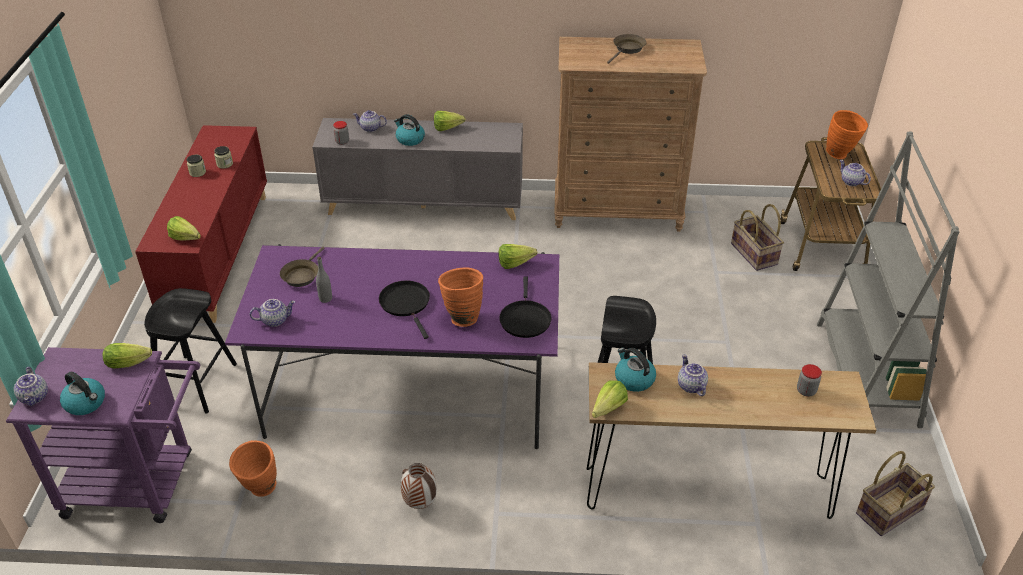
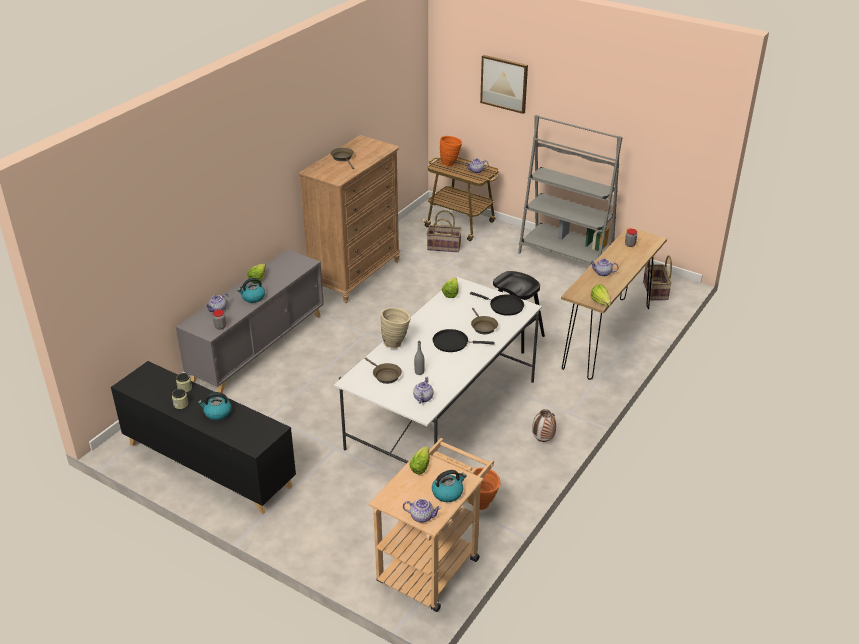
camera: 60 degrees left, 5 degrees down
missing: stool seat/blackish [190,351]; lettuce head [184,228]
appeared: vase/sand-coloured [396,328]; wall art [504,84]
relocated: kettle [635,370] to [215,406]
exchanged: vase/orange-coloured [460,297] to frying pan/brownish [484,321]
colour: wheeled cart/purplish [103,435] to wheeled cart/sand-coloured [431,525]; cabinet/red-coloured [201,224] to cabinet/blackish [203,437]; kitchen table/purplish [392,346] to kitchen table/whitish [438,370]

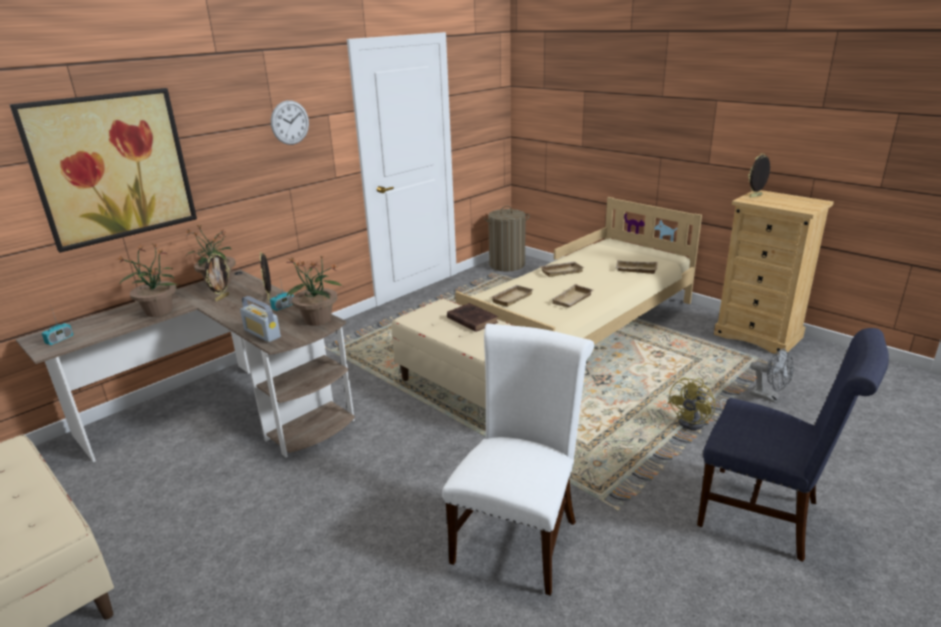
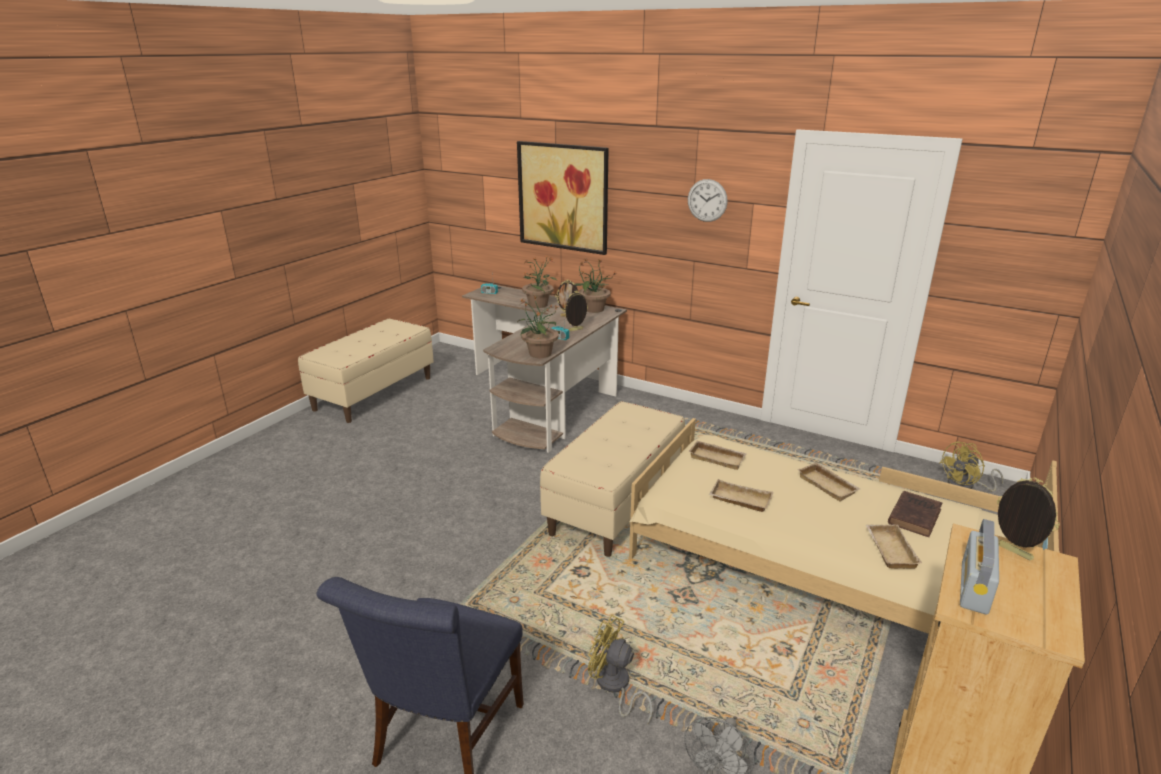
camera: 75 degrees right, 0 degrees up
missing: plain chair/whitish [518,460]
relocated: radio [260,319] to [979,567]; book/brownish [472,317] to [915,514]
exchanged: hamper [506,239] to fan/yellowish [971,466]

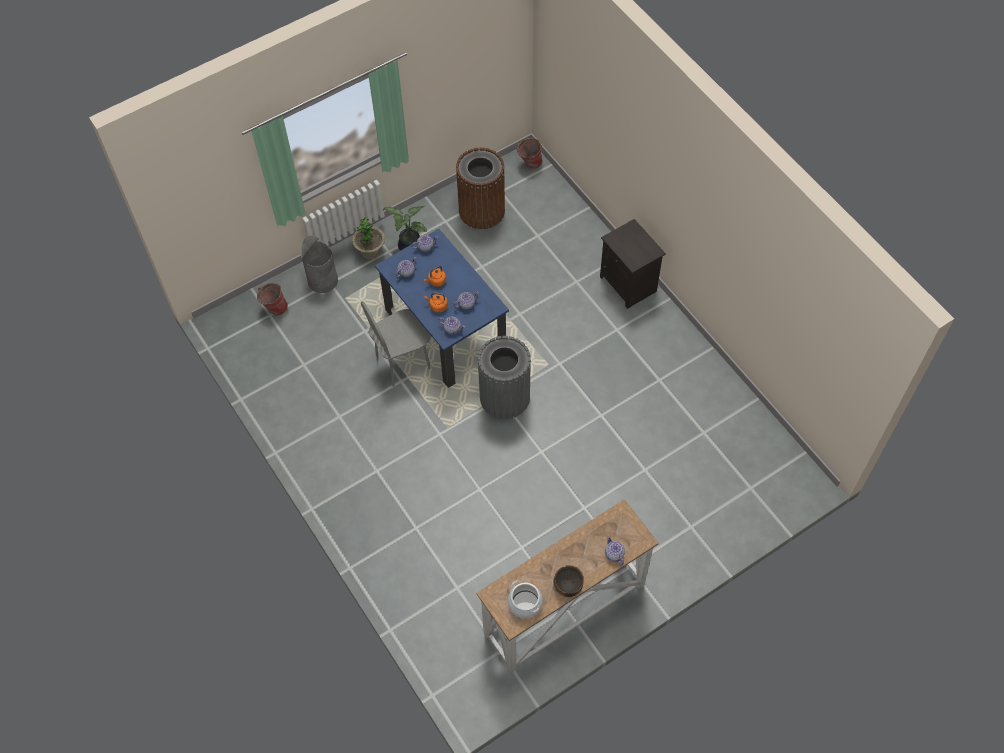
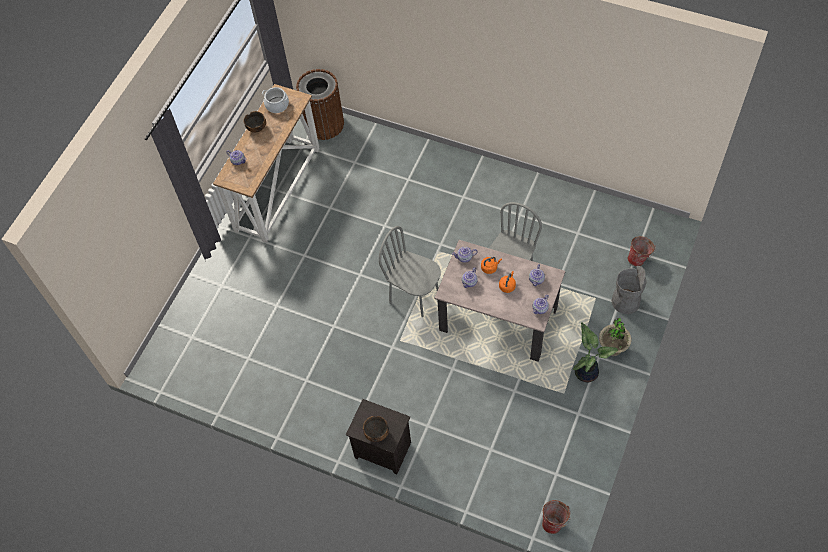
camera: 150 degrees right, 0 degrees up
appeared: bowl [376,429]
relocated: waste bin/brownish [480,188] to [320,104]
exchanged: waste bin/gray [504,377] to plain chair/gray [410,271]
colour: kitchen table/blue-coloured [442,308] to kitchen table/sand-coloured [500,301]

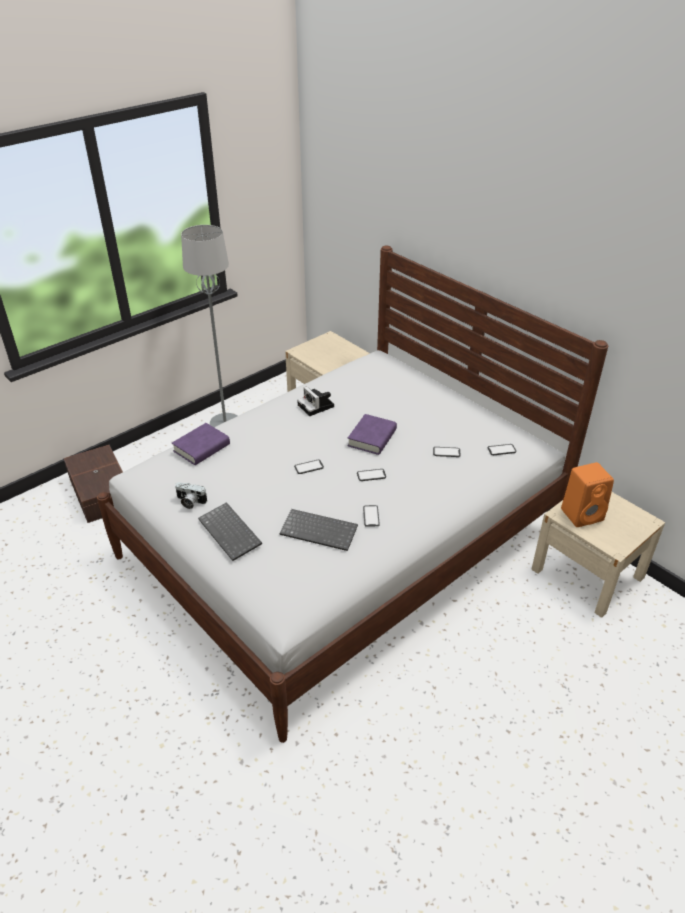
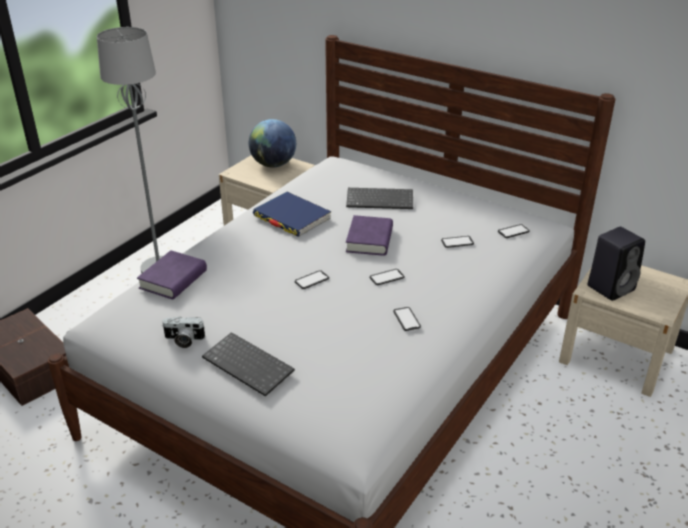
camera: 15 degrees left, 5 degrees down
appeared: globe [272,143]
relocated: keyboard [319,530] to [379,198]
exchanged: photo camera [315,401] to book/blue-coloured [292,214]
colour: speaker/orange-coloured [587,494] to speaker/blackish [616,264]

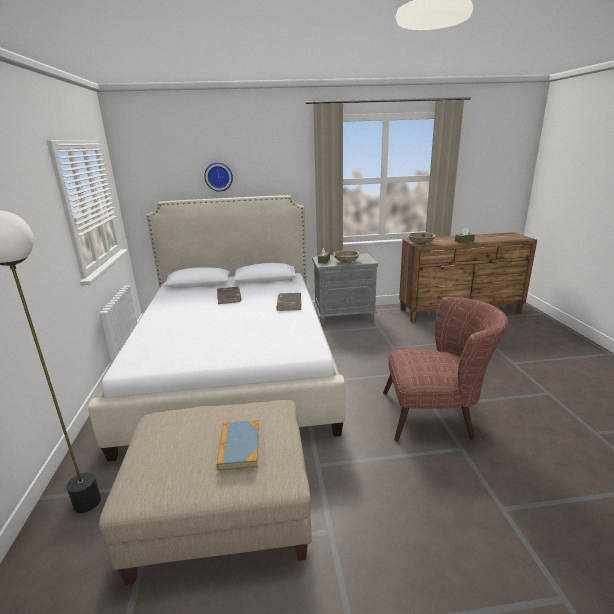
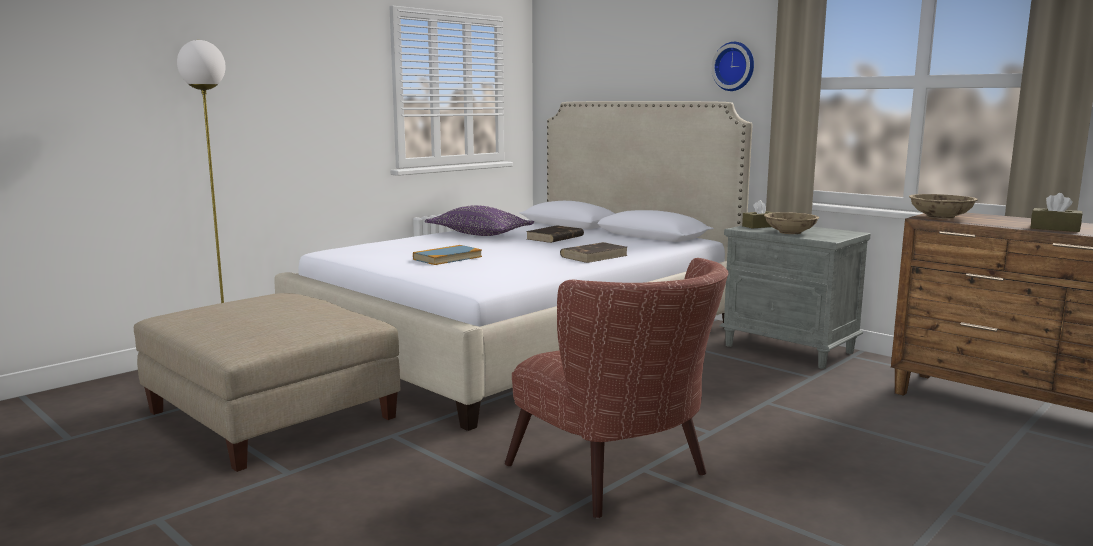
camera: 50 degrees right, 10 degrees down
appeared: pillow/purplish [479,220]
relocated: hanging clock [218,177] to [732,66]; book [238,445] to [447,255]

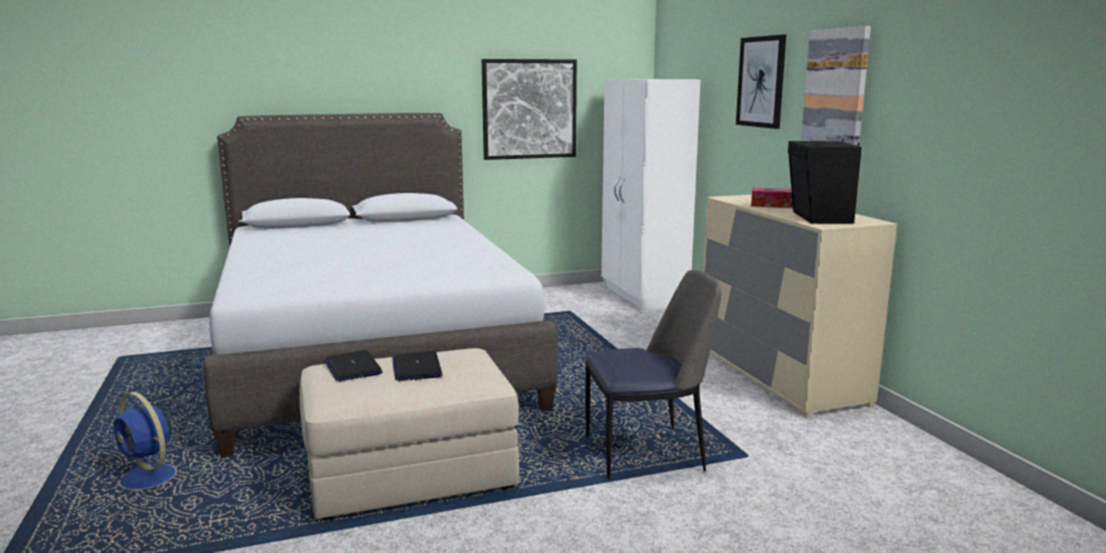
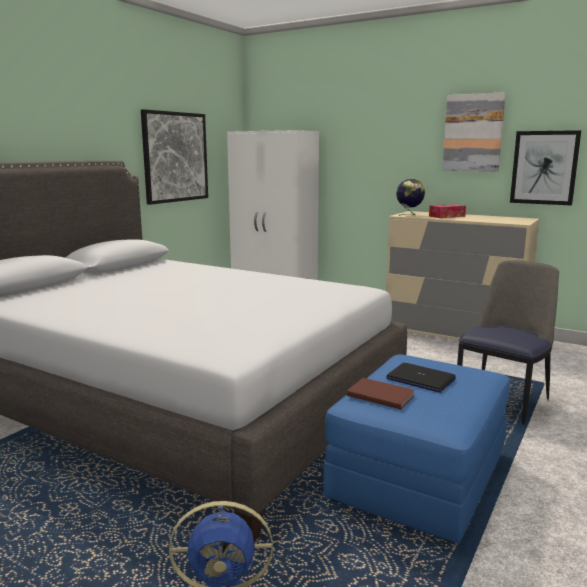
camera: 40 degrees left, 0 degrees up
missing: speaker/blackish [825,181]
appeared: globe [410,197]
relocated: wall art [761,82] to [545,167]
exchanged: notebook computer [353,366] to book/brownish [381,393]
colour: pouffe/sand-coloured [409,434] to pouffe/blue-coloured [416,449]

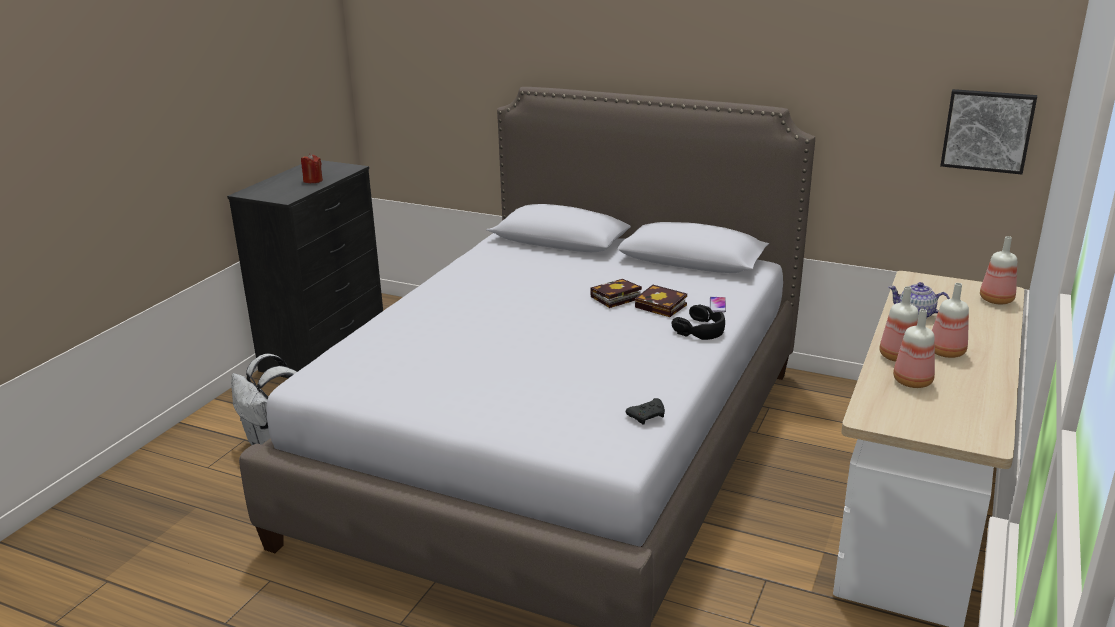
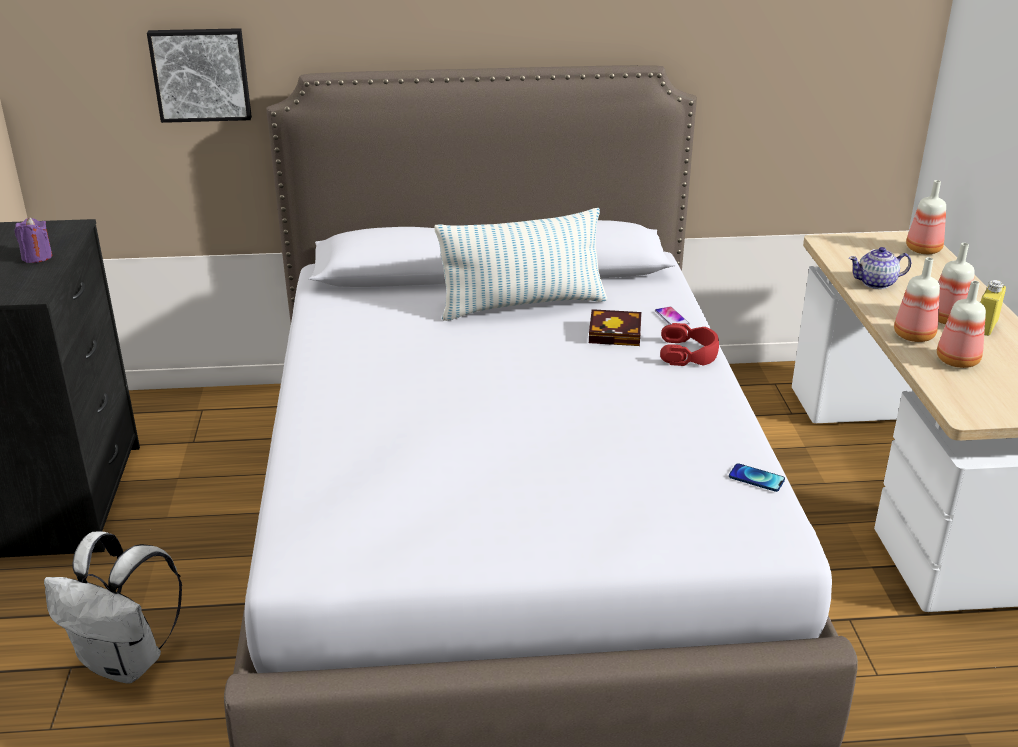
camera: 30 degrees left, 5 degrees up
missing: book [616,293]
appeared: pillow [520,264]; bottle/yellowish [993,308]
relocated: wall art [988,132] to [199,75]
exchanged: game controller/blackish [645,411] to telephone [757,477]
colour: wax candle/red-coloured [312,168] to wax candle/purplish [33,240]; pair of headphones/blackish [698,322] to pair of headphones/red-coloured [689,344]

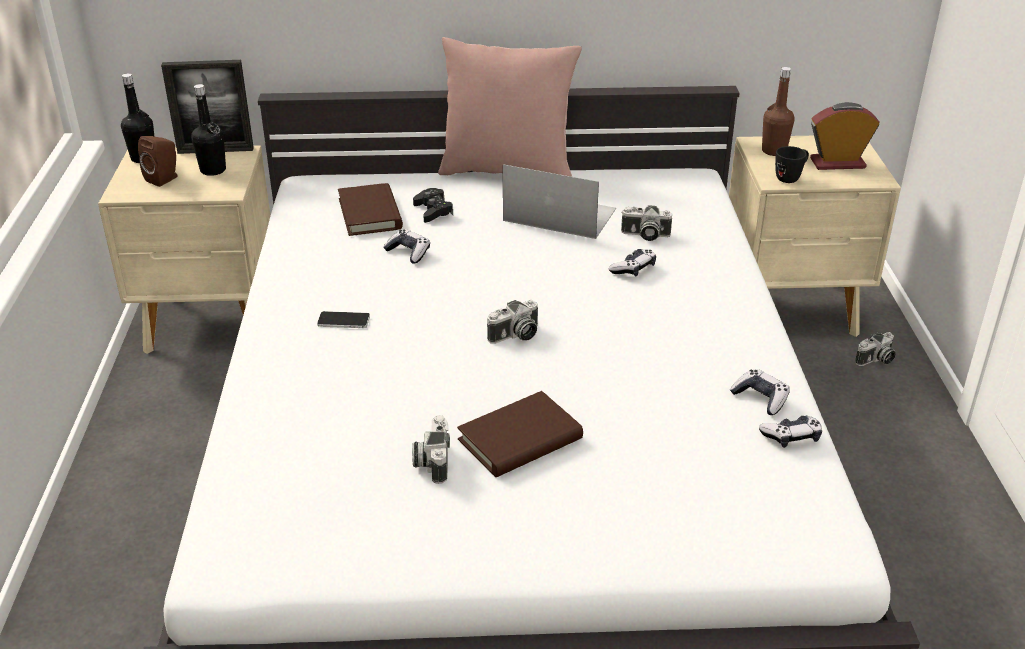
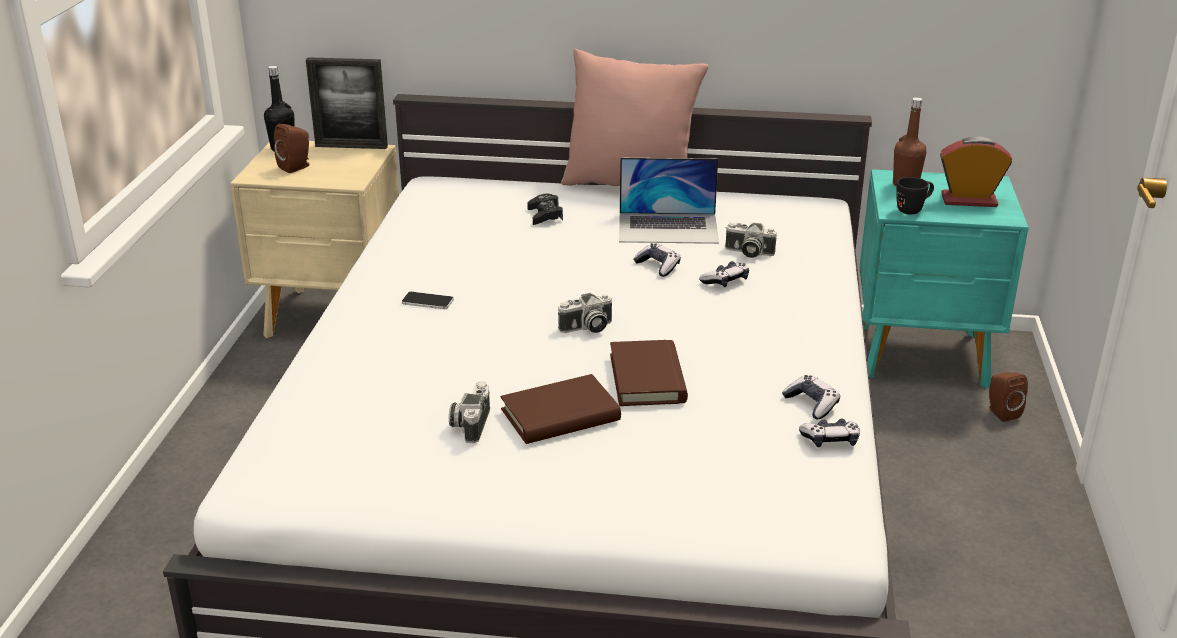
camera: 10 degrees right, 5 degrees down
missing: bottle/blackish [208,130]
relocated: book/brownish [370,209] to [649,373]; game controller [406,246] to [657,260]
exchanged: photo camera [875,349] to speaker/brownish [1008,397]
colour: night table/sand-coloured [815,236] to night table/blue-green [944,279]
spun: notebook computer [559,201] = [669,201] 150 degrees clockwise

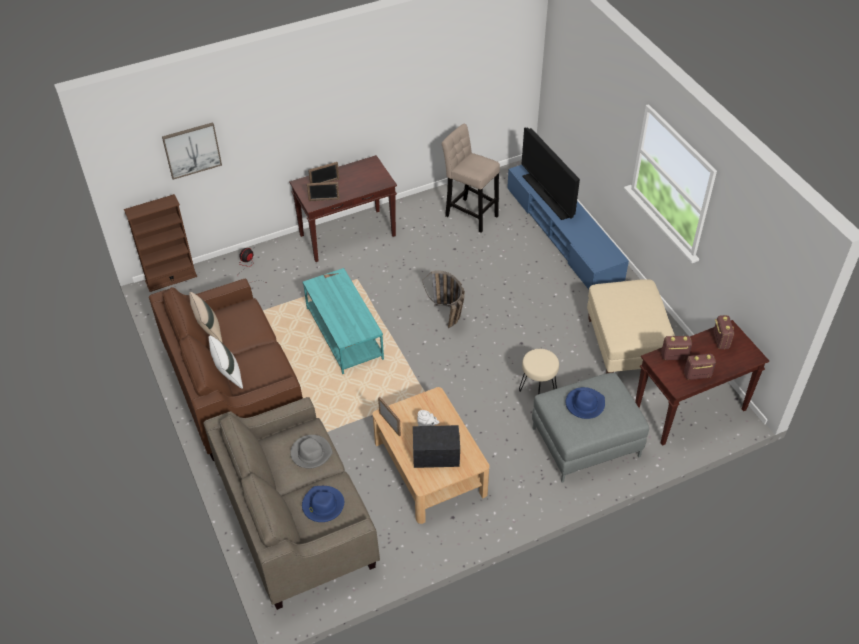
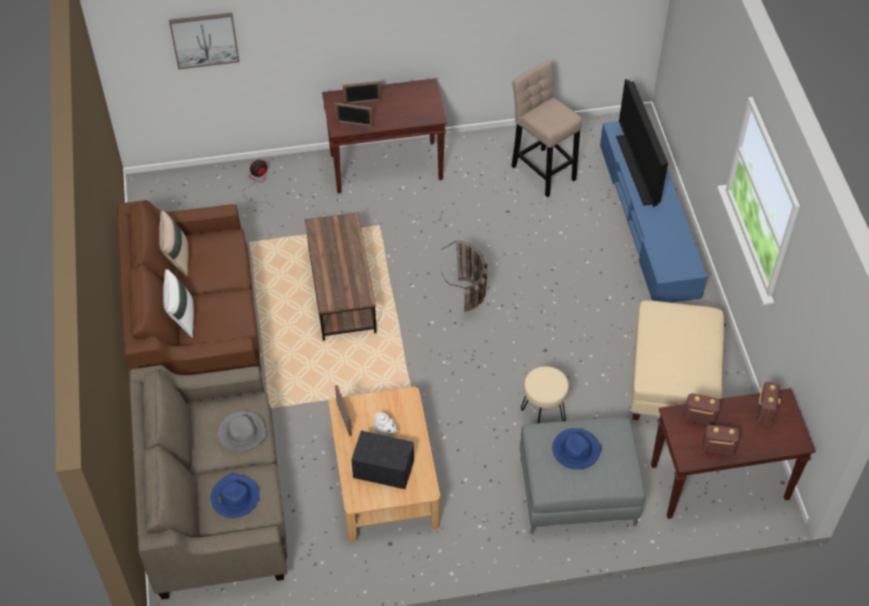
camera: 15 degrees right, 5 degrees up
missing: bookshelf/brownish [160,243]
colour: low table/blue-green [343,321] to low table/brownish [341,276]

